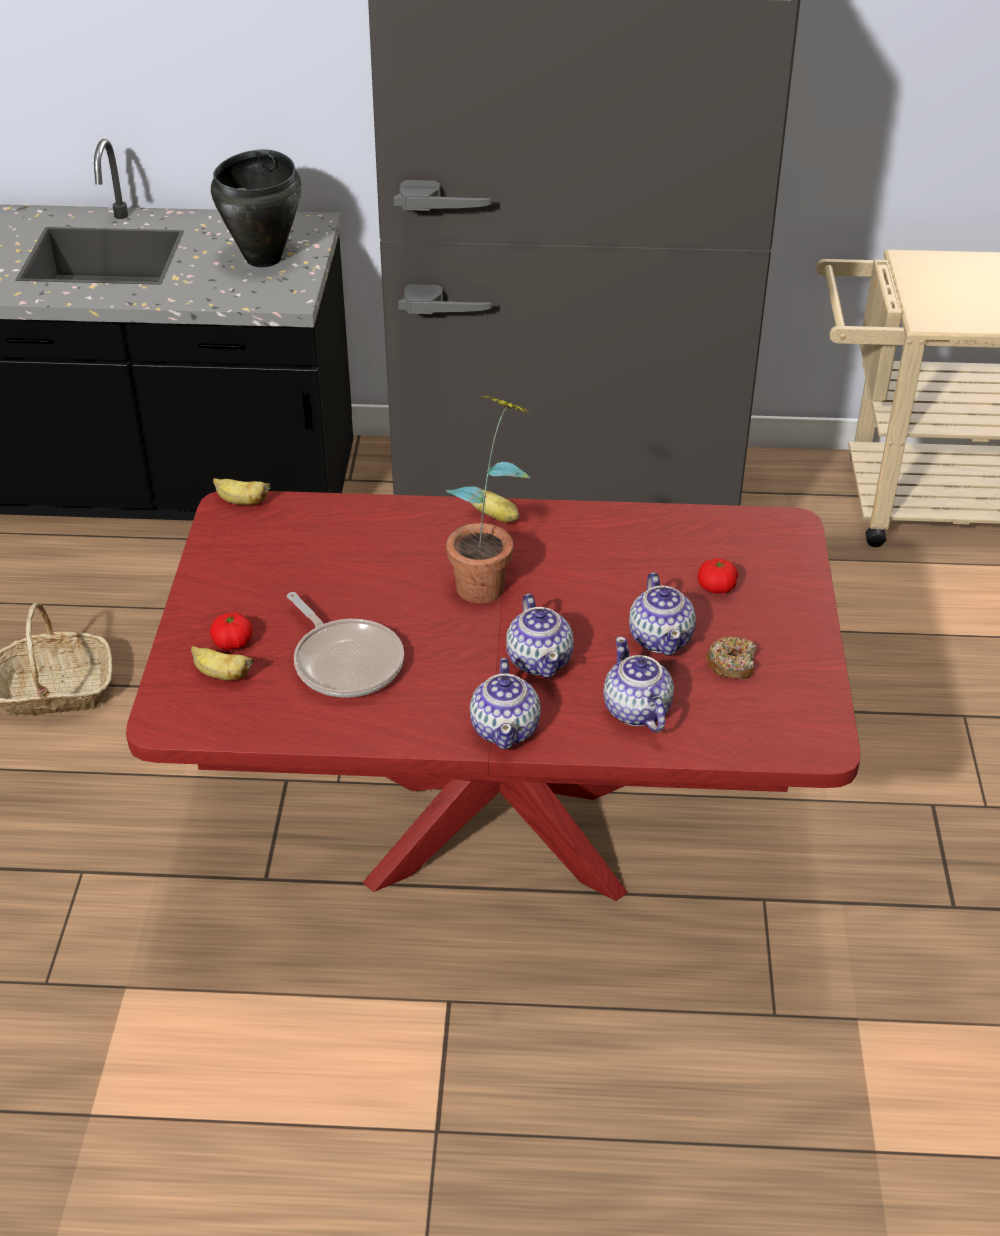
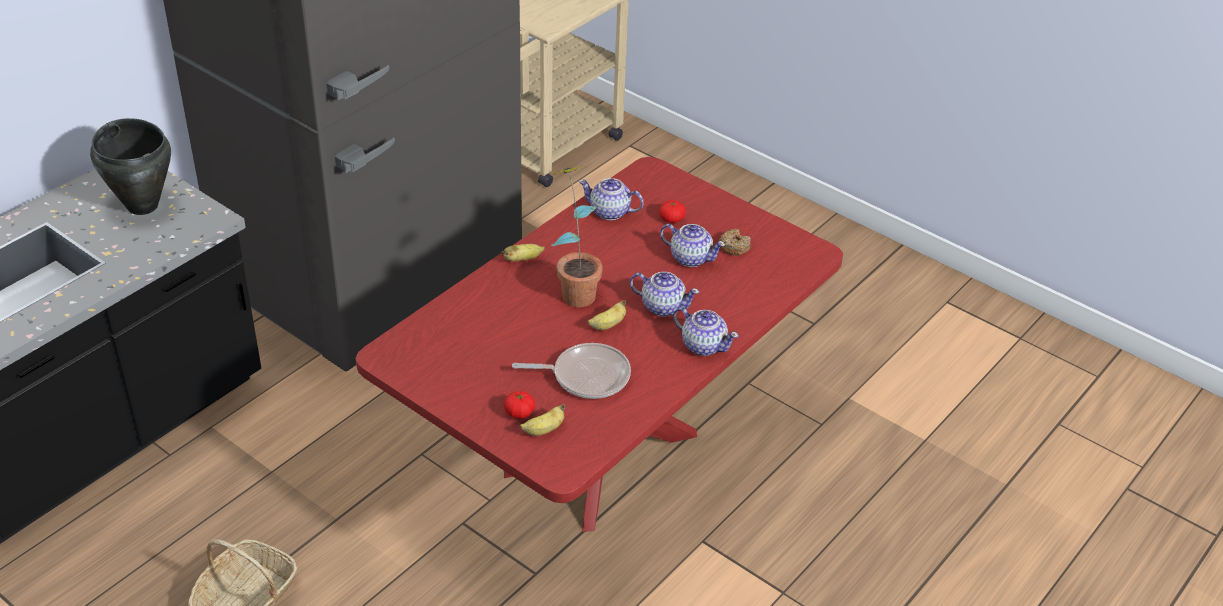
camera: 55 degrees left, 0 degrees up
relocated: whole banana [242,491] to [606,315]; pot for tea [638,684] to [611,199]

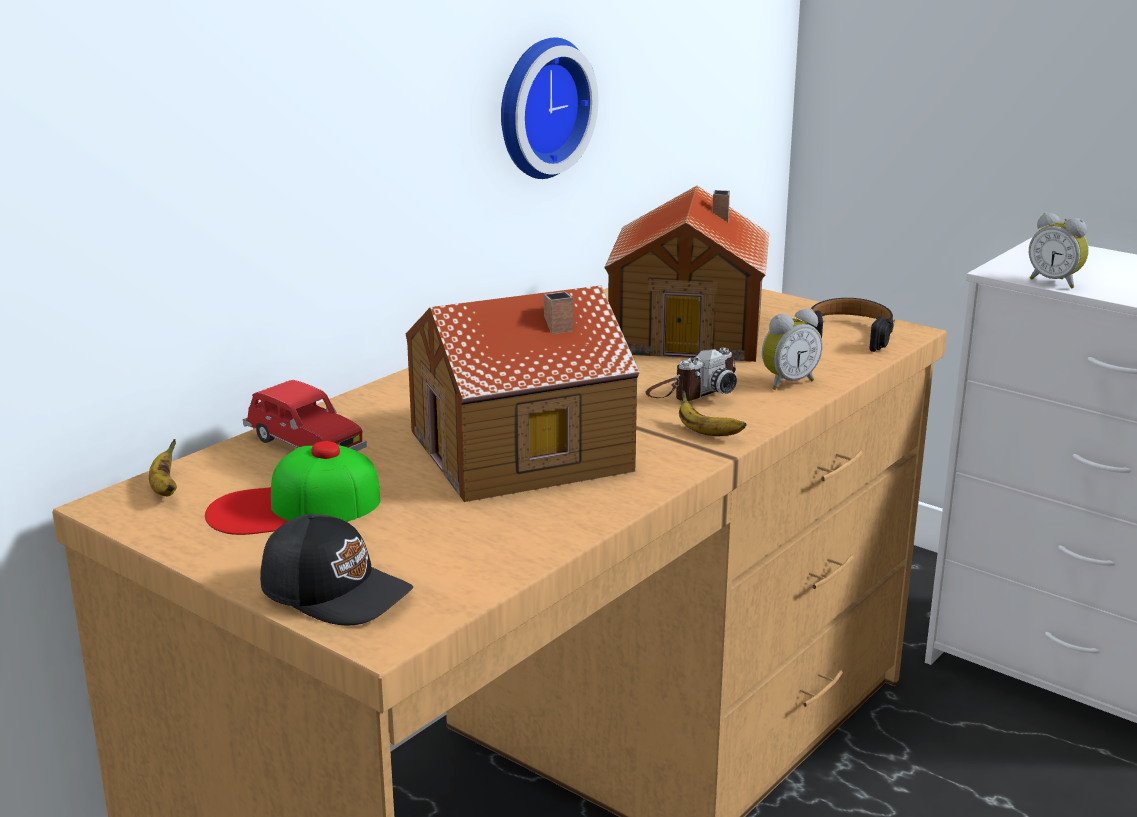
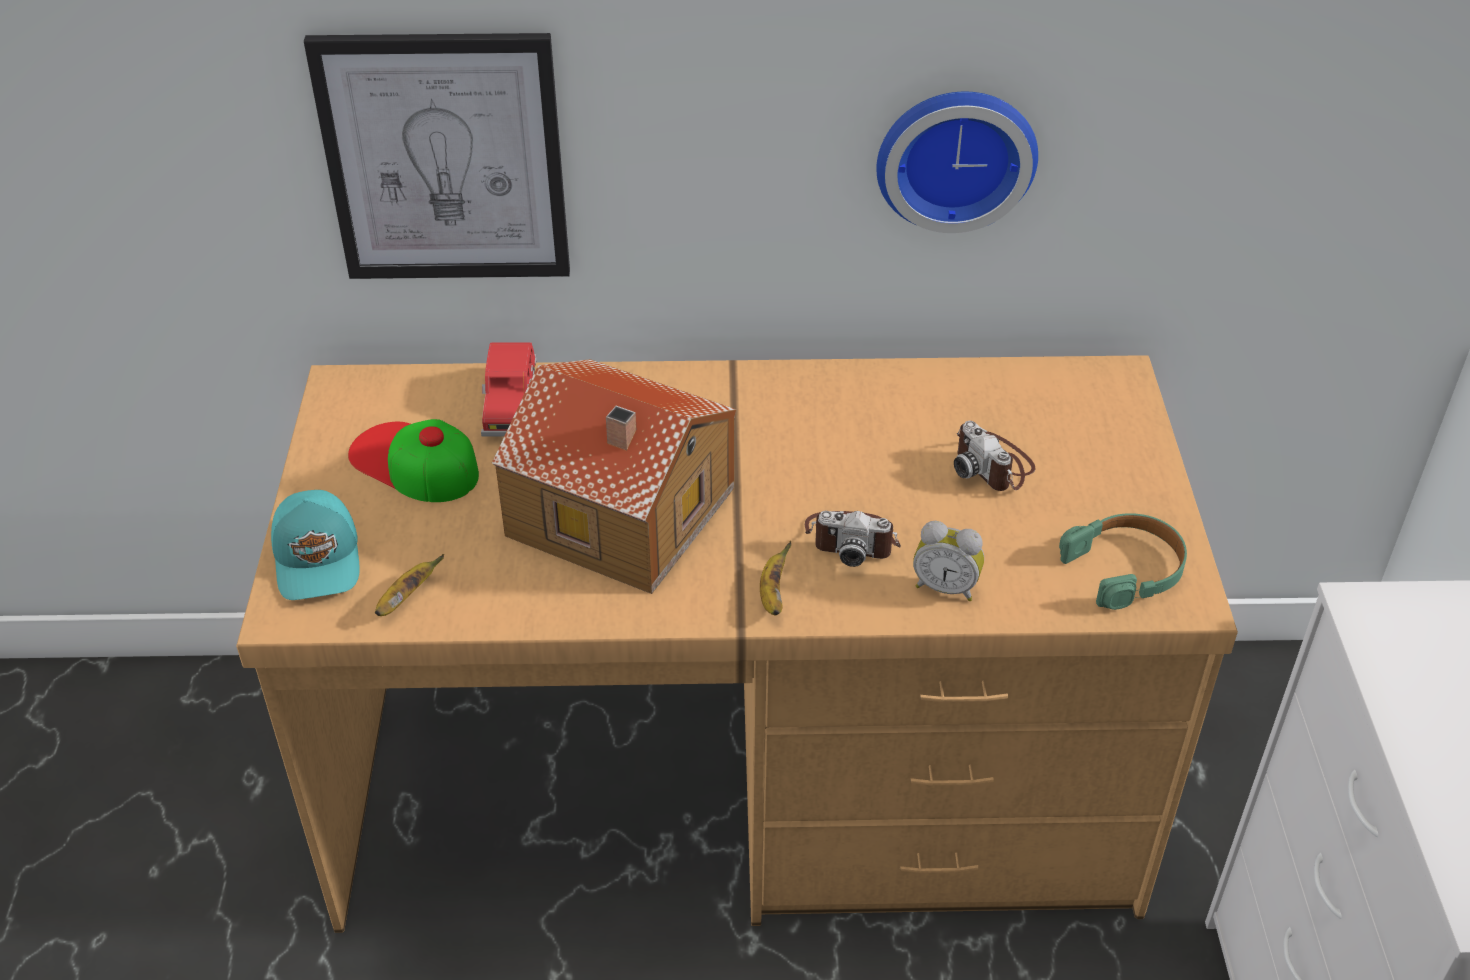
camera: 50 degrees right, 20 degrees up
missing: table clock [1059,250]
appeared: wall art [437,156]
relocated: whole banana [163,467] to [409,585]
exchanged: miniature house [686,274] to photo camera [994,456]
colour: baseball cap/blackish [336,569] to baseball cap/blue-green [315,545]; pair of headphones/blackish [850,325] to pair of headphones/green-coloured [1123,561]

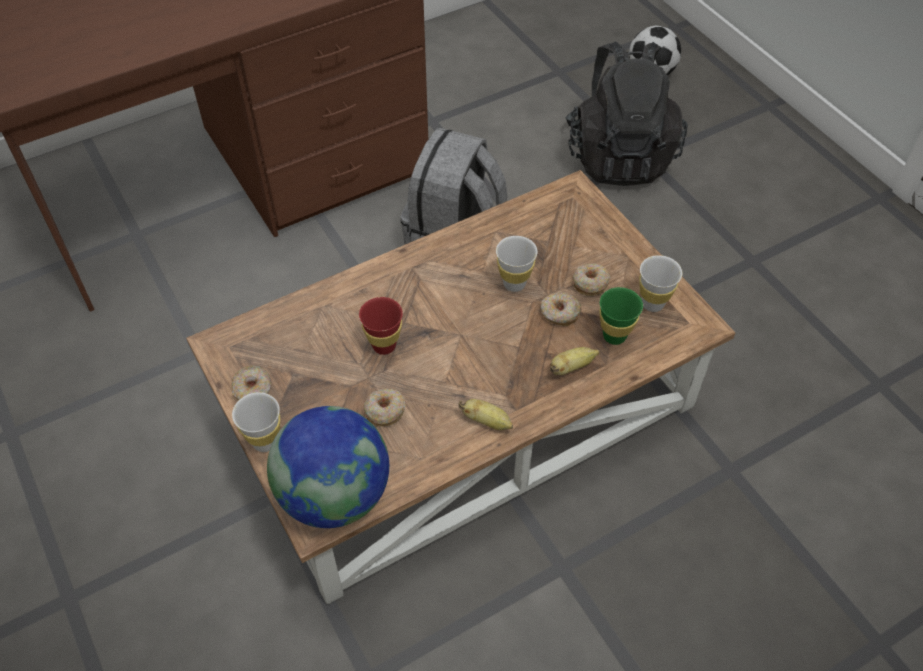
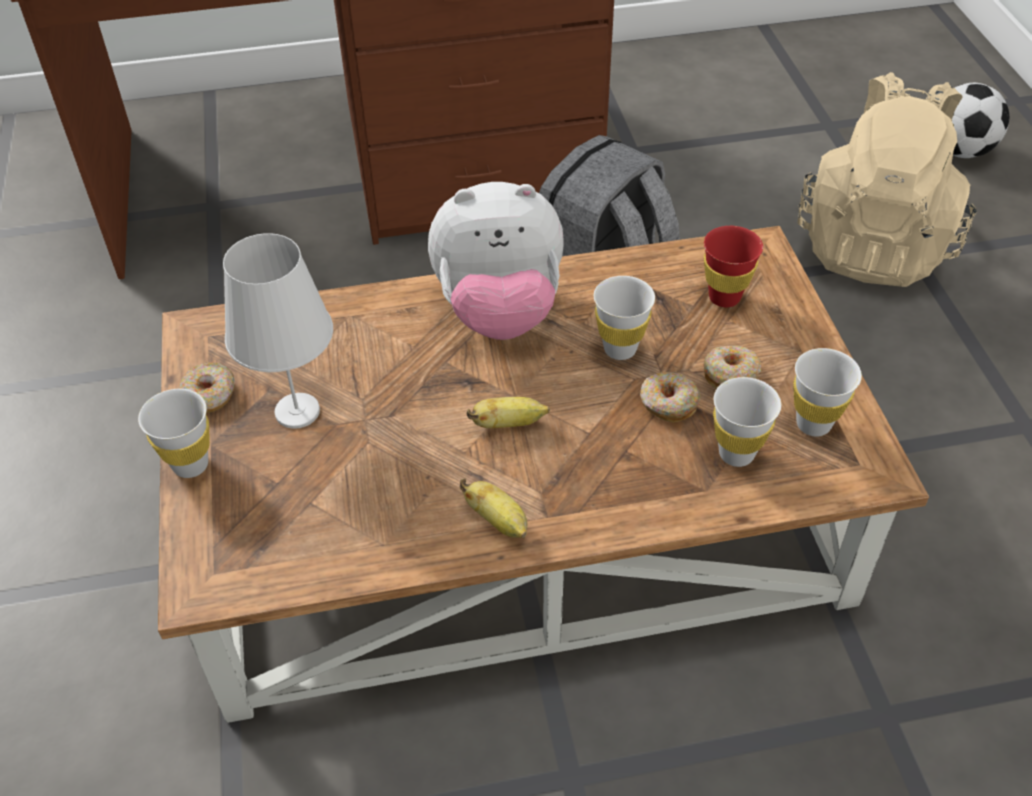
camera: 20 degrees right, 5 degrees down
missing: globe [328,467]; doughnut [385,407]
appeared: lamp for a table/whitish [278,331]; plush toy [496,261]
relocated: cup/red-coloured [381,326] to [733,266]; whole banana [575,361] to [508,412]
colour: backpack/blackish [627,114] to backpack/sand-coloured [887,179]; cup/green-coloured [621,316] to cup/whitish [747,422]

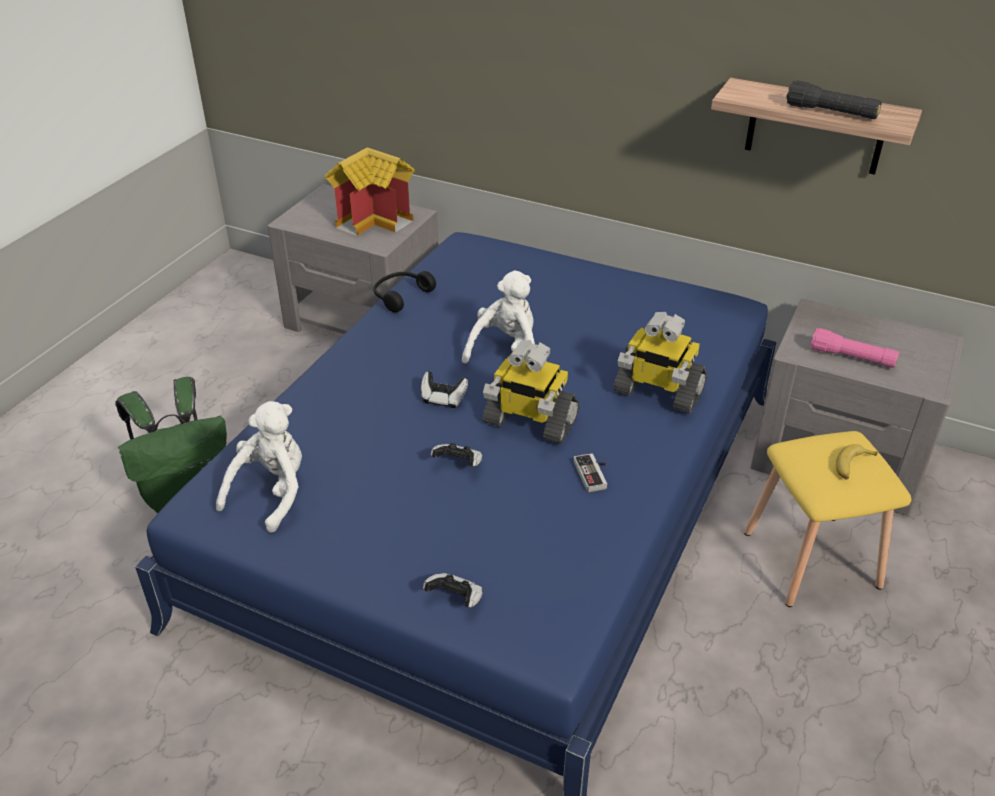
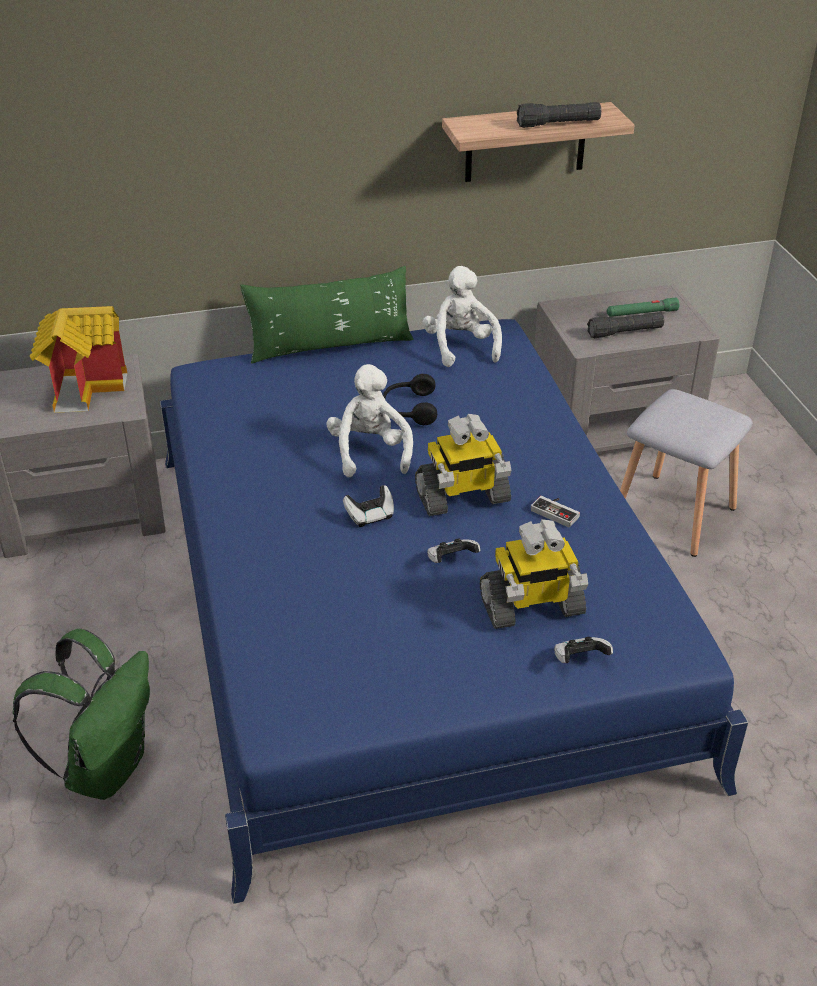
camera: 40 degrees left, 0 degrees up
missing: whole banana [857,462]
appeared: pillow/green-coloured [326,315]; hand torch/green-coloured [643,307]
relocated: plush toy/whitish [259,467] to [462,316]; pair of headphones/blackish [404,292] to [410,399]; toy robot [660,362] to [534,574]
colour: stool seat/yellowish [827,519] to stool seat/gray [686,473]; hand torch/pink [854,348] to hand torch/blackish [625,325]

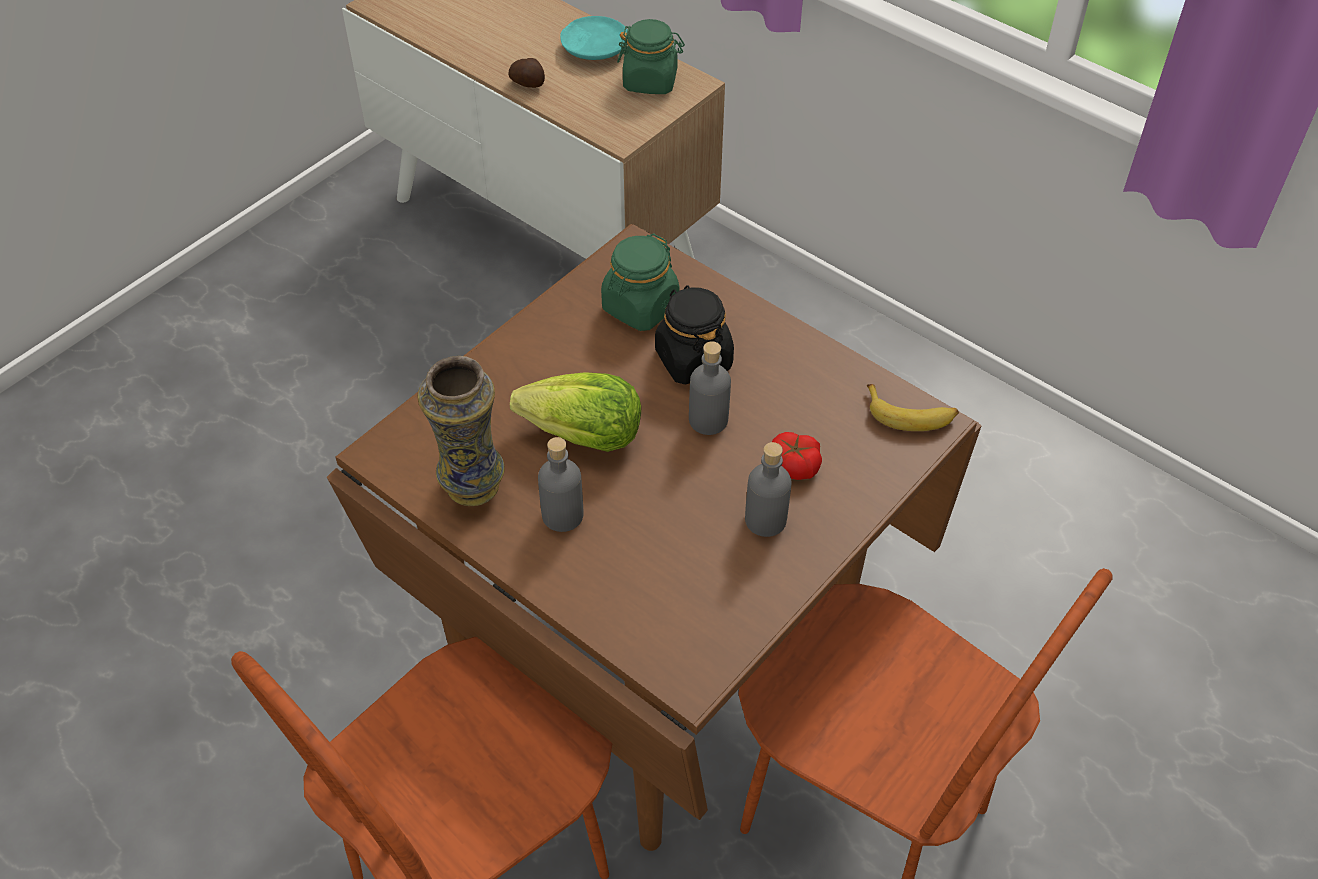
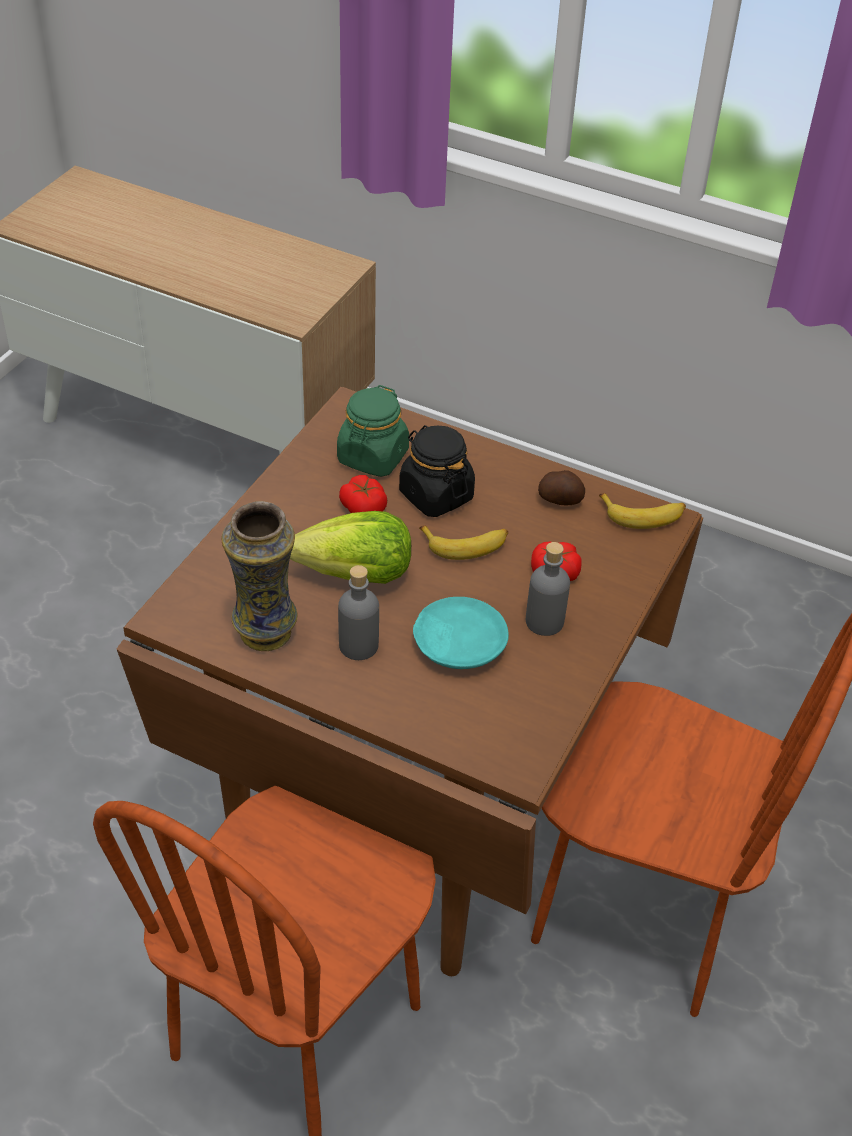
camera: 15 degrees left, 5 degrees down
missing: jar/green-coloured [651,56]
appeared: tomato [363,494]
relocated: whole potato [527,73] to [561,487]; dinner plate/blue-green [594,38] to [461,633]
exchanged: bottle/gray [710,388] to whole banana [463,542]

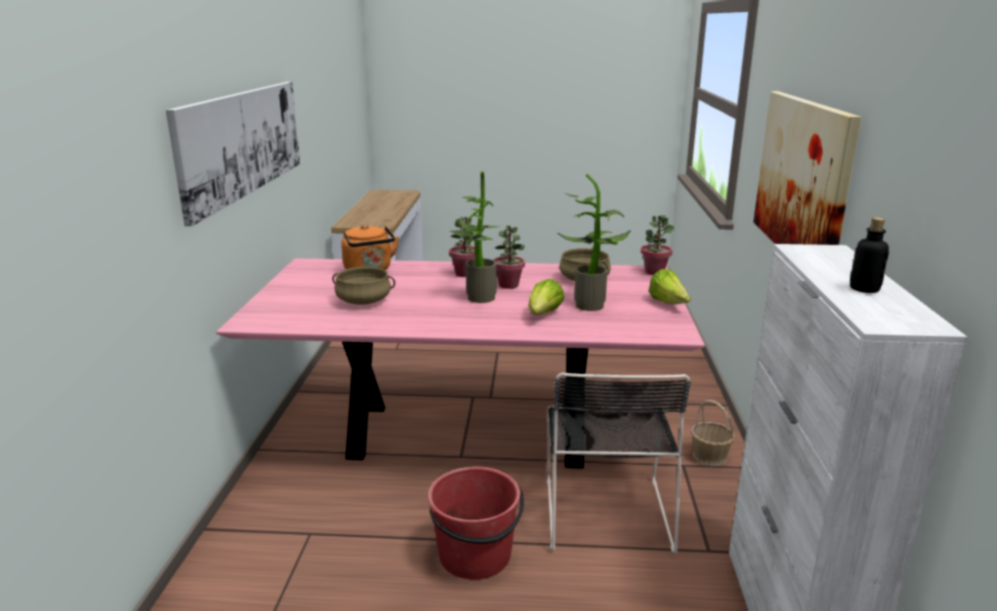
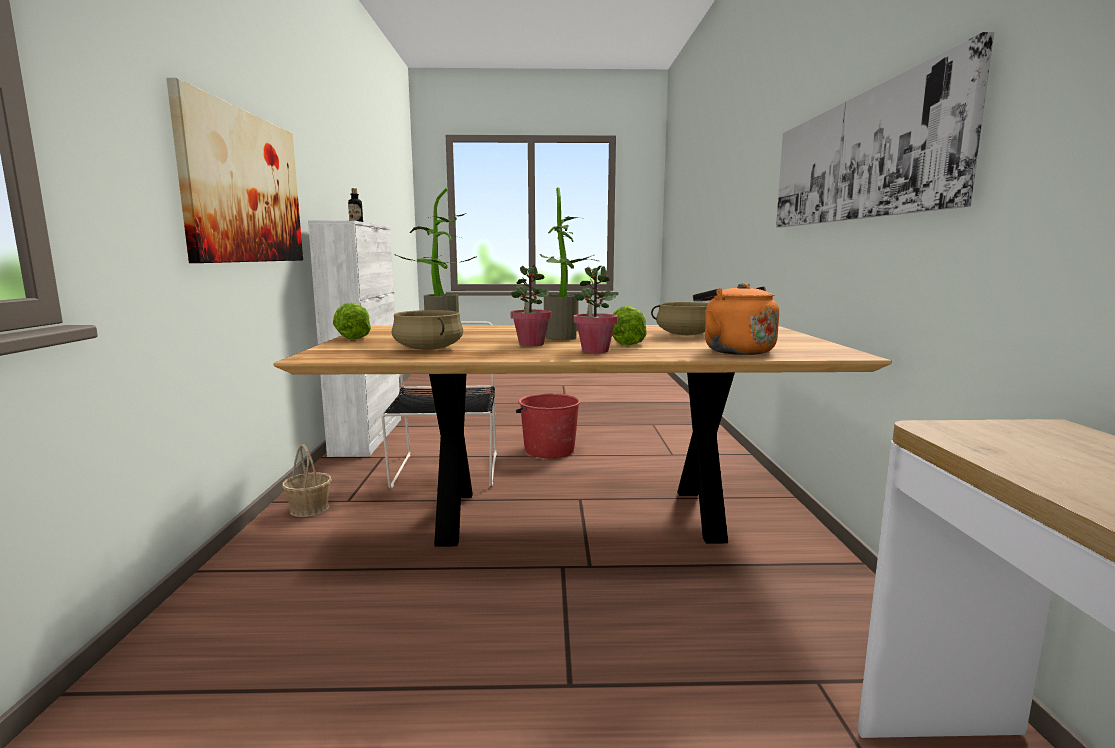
camera: 175 degrees right, 10 degrees down
missing: houseplant [658,245]
relocated: lettuce head [546,297] to [629,325]
colour: kitchen table/pink [460,363] to kitchen table/brownish [582,436]

